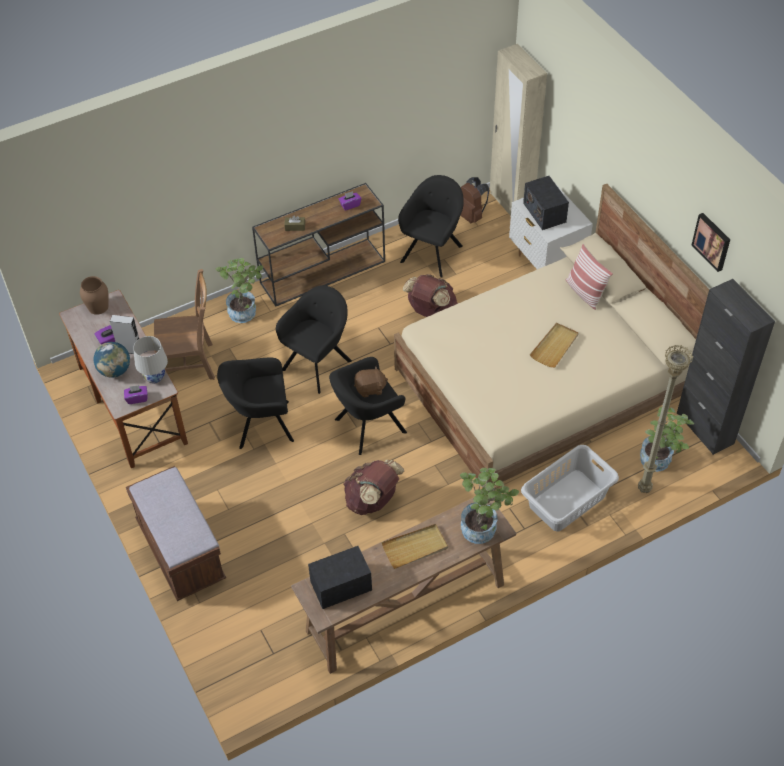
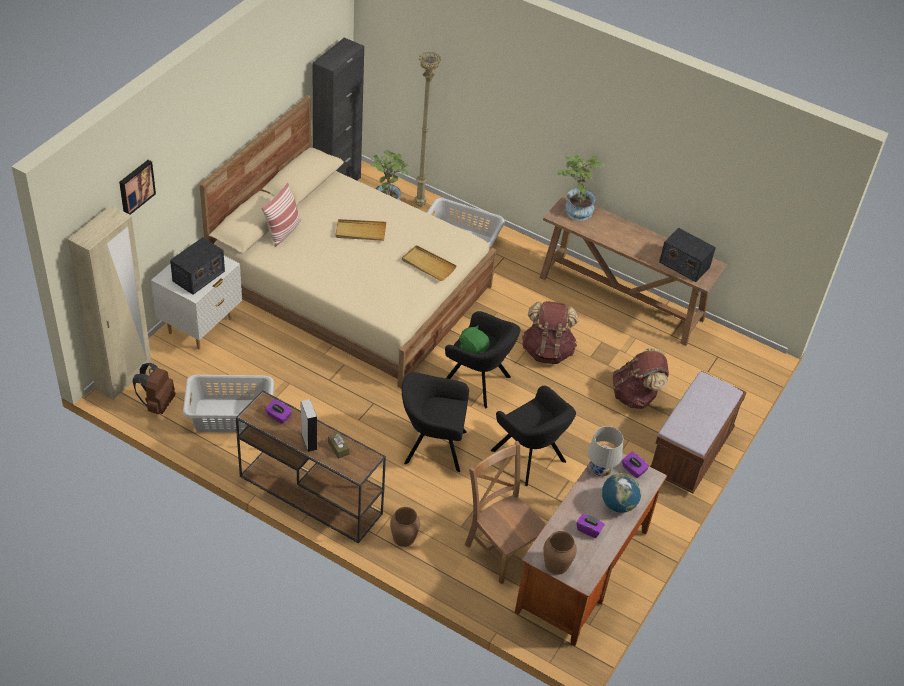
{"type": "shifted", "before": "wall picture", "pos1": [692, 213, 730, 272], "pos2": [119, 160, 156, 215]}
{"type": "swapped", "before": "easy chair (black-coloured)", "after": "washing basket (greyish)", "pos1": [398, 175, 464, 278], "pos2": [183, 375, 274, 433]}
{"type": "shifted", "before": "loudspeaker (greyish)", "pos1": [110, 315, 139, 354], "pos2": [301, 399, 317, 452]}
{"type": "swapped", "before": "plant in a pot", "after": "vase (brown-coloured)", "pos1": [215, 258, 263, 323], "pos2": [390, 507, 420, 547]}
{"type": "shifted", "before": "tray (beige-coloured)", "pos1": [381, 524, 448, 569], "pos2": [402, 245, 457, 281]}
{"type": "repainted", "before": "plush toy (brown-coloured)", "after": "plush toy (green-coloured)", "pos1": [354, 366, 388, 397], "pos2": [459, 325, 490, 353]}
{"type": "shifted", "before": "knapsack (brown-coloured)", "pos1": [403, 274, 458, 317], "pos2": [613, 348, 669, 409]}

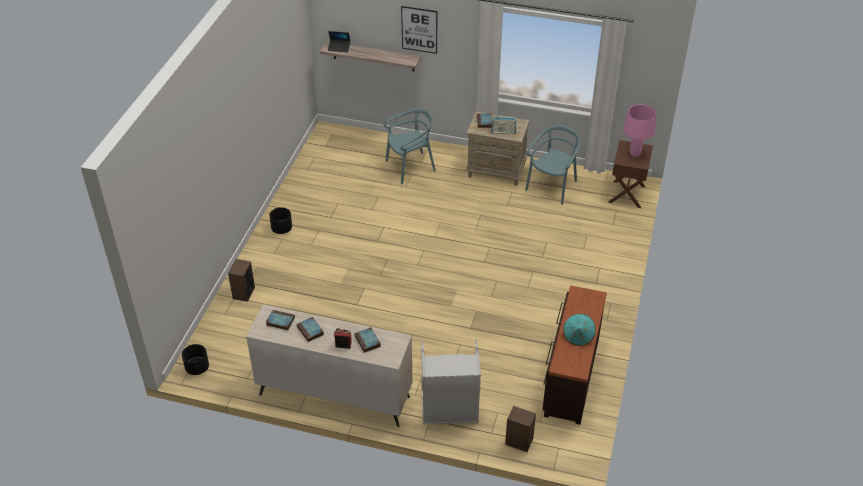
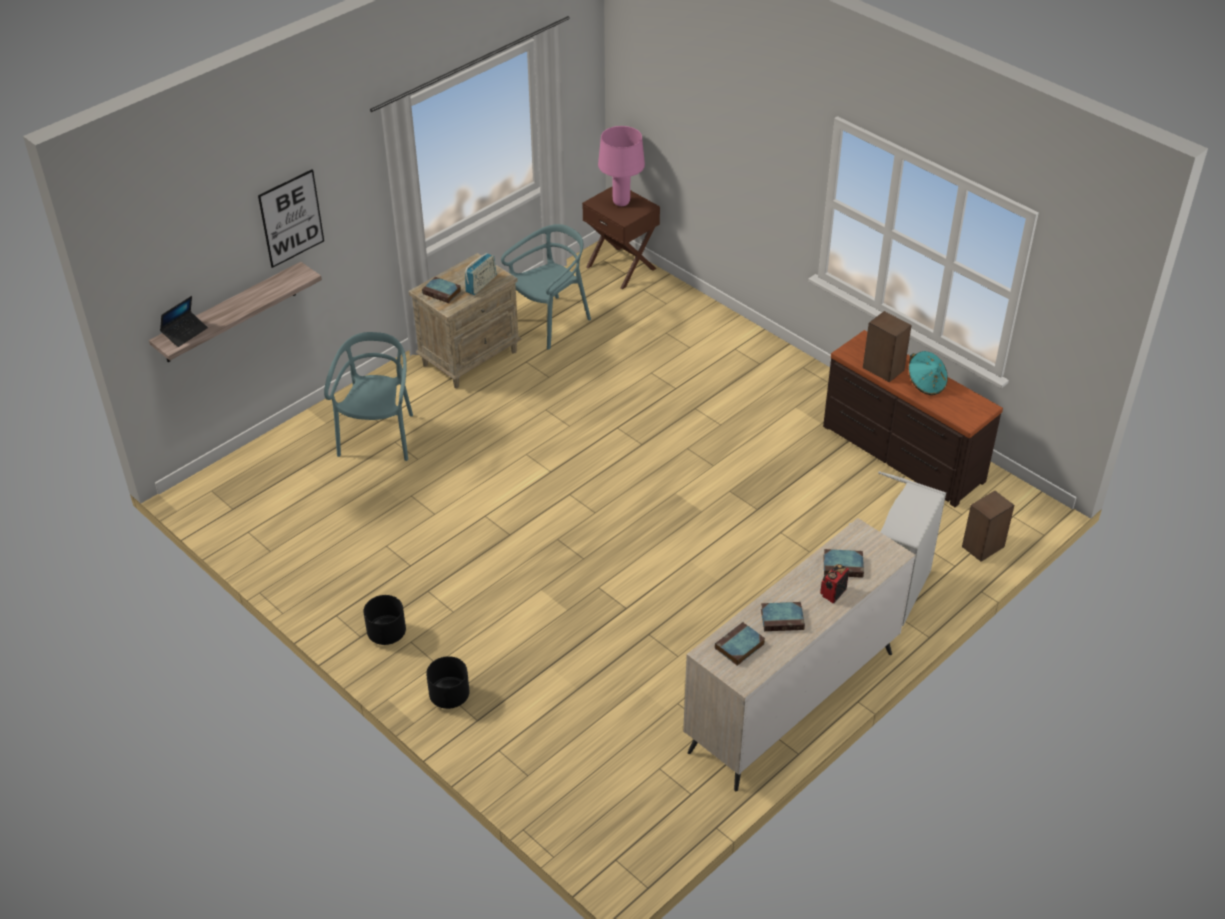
{"type": "shifted", "before": "flower pot (black-coloured)", "pos1": [182, 344, 209, 375], "pos2": [426, 656, 470, 709]}
{"type": "rotated", "before": "chair (blue-green)", "pos1": [525, 125, 580, 205], "pos2": [501, 224, 591, 349], "turn": 75}
{"type": "shifted", "before": "loudspeaker", "pos1": [228, 259, 255, 302], "pos2": [863, 311, 912, 382]}

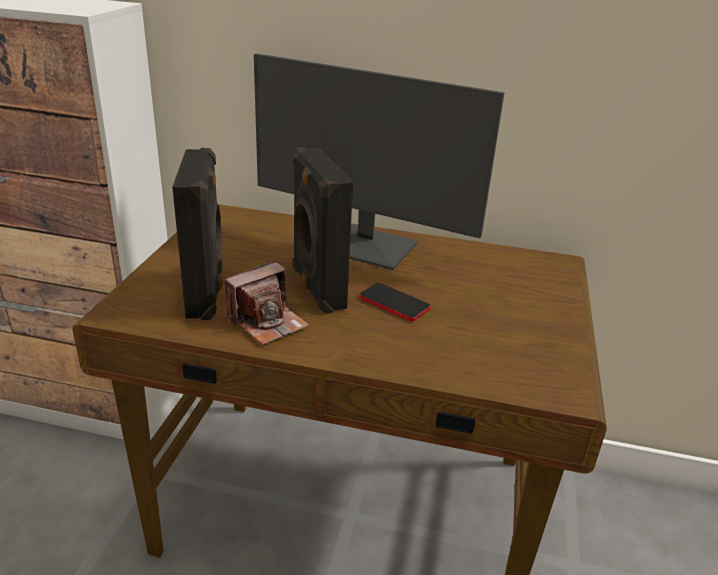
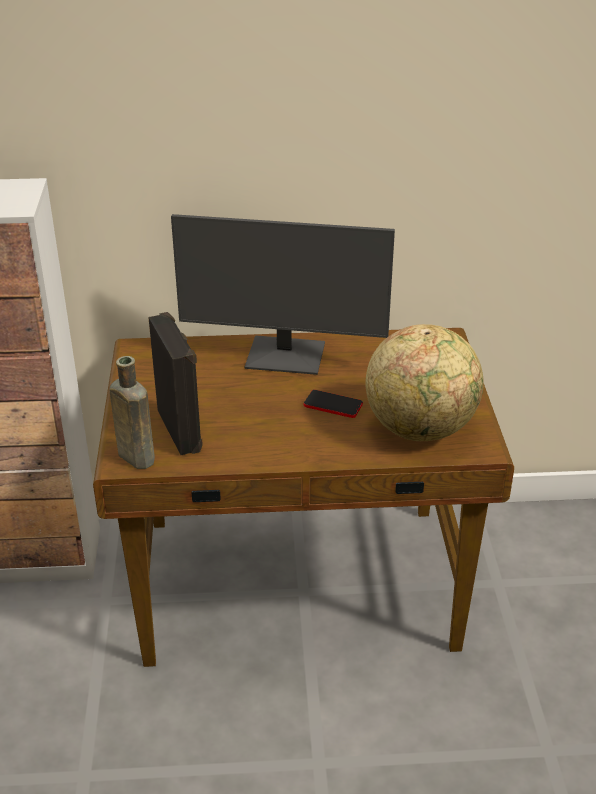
{"type": "new", "after": "drink bottle (brown-coloured)", "pos2": [109, 356, 155, 469]}
{"type": "new", "after": "desk globe", "pos2": [366, 324, 484, 441]}
{"type": "gone", "before": "still camera", "pos1": [224, 261, 309, 345]}
{"type": "gone", "before": "loudspeaker (black-coloured)", "pos1": [293, 147, 353, 314]}

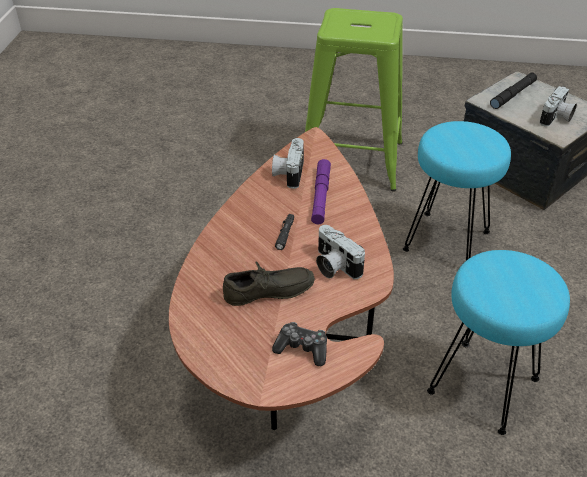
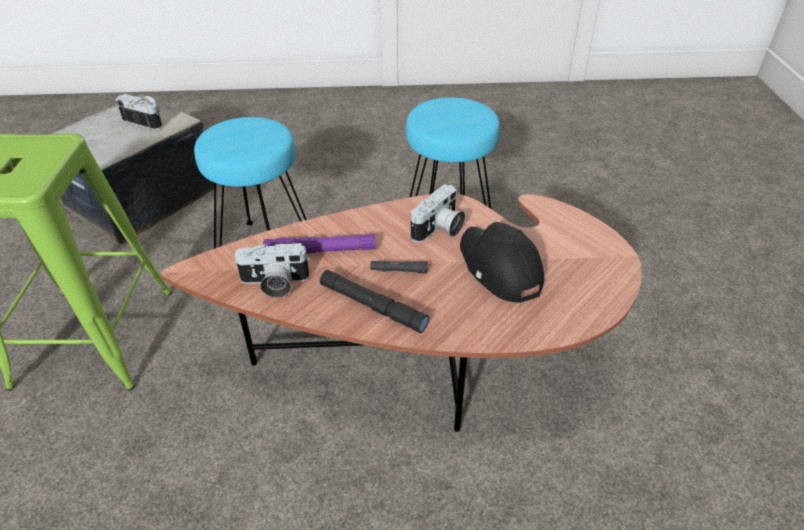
{"type": "shifted", "before": "flashlight (black-coloured)", "pos1": [490, 73, 537, 109], "pos2": [320, 270, 429, 333]}
{"type": "swapped", "before": "low shoe (greyish)", "after": "cap (black-coloured)", "pos1": [223, 261, 315, 306], "pos2": [460, 222, 544, 303]}
{"type": "gone", "before": "game controller", "pos1": [272, 322, 327, 366]}

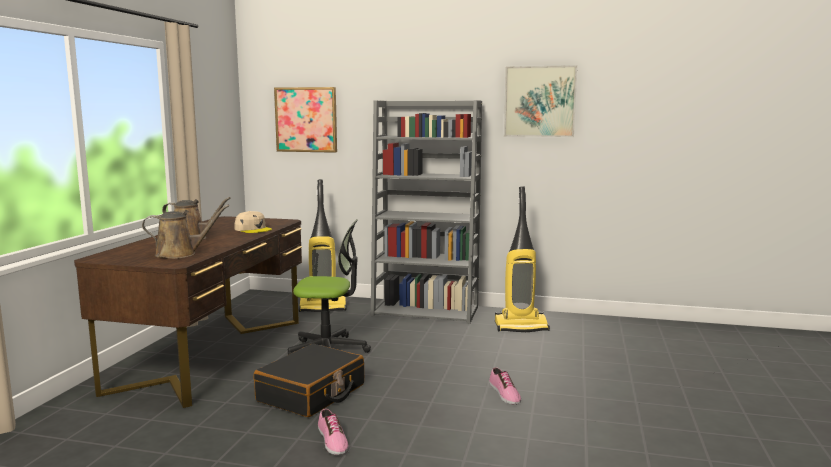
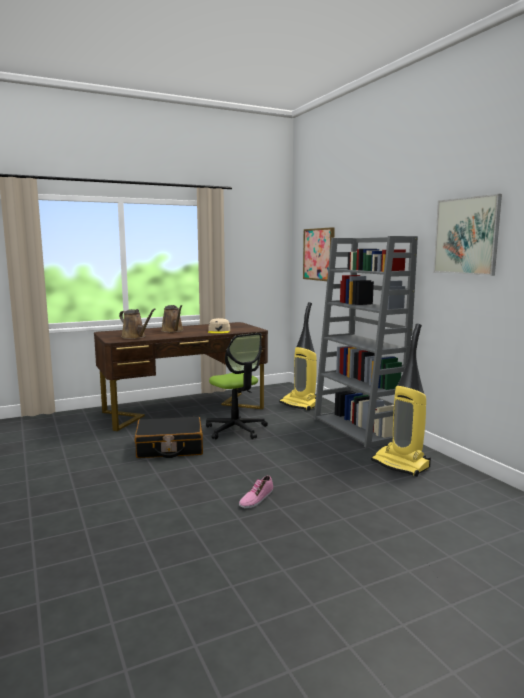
{"type": "gone", "before": "low shoe", "pos1": [318, 409, 349, 455]}

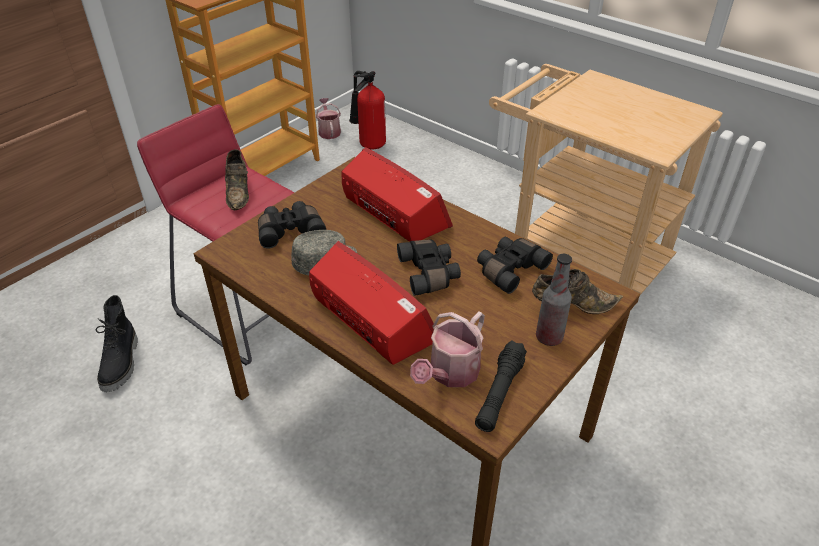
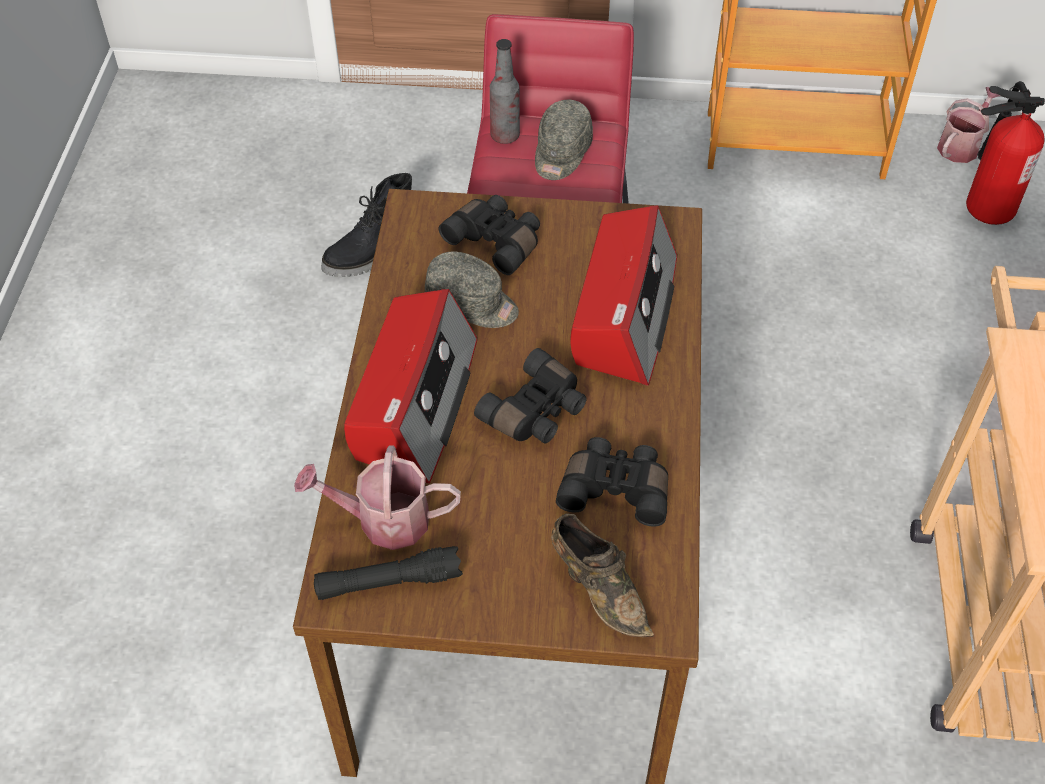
{"type": "shifted", "before": "drink bottle", "pos1": [536, 254, 572, 346], "pos2": [490, 39, 520, 144]}
{"type": "swapped", "before": "low shoe (brown-coloured)", "after": "cap (greyish)", "pos1": [225, 149, 249, 210], "pos2": [535, 100, 593, 180]}

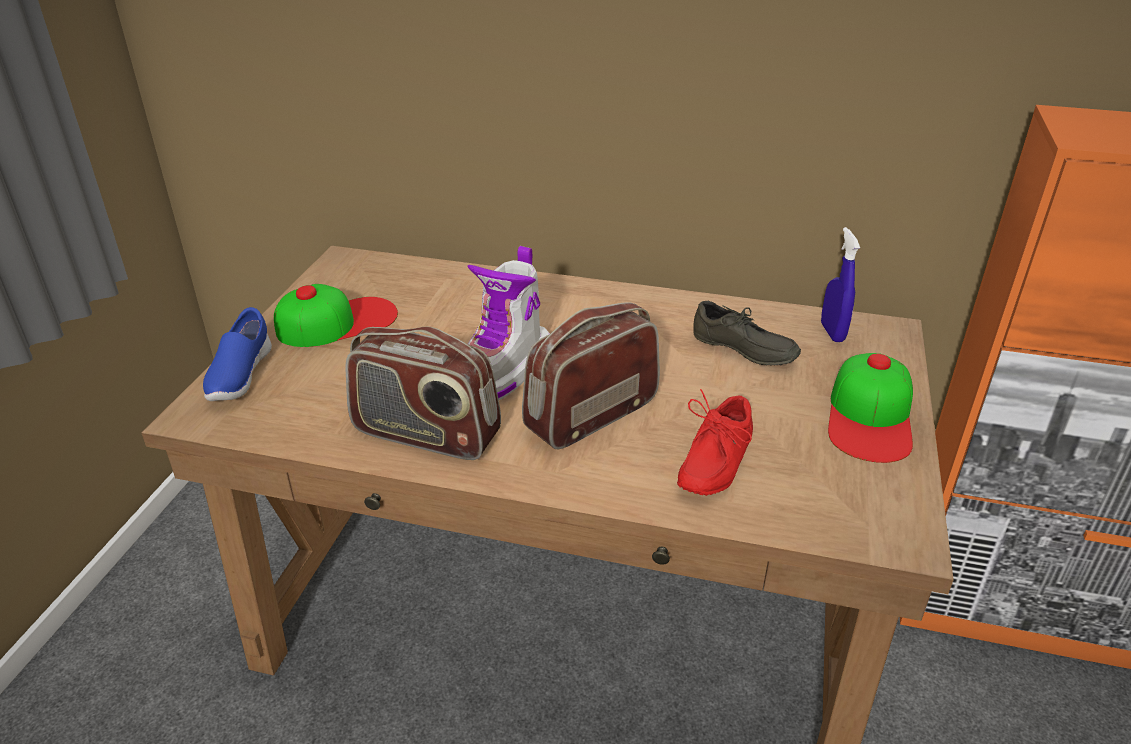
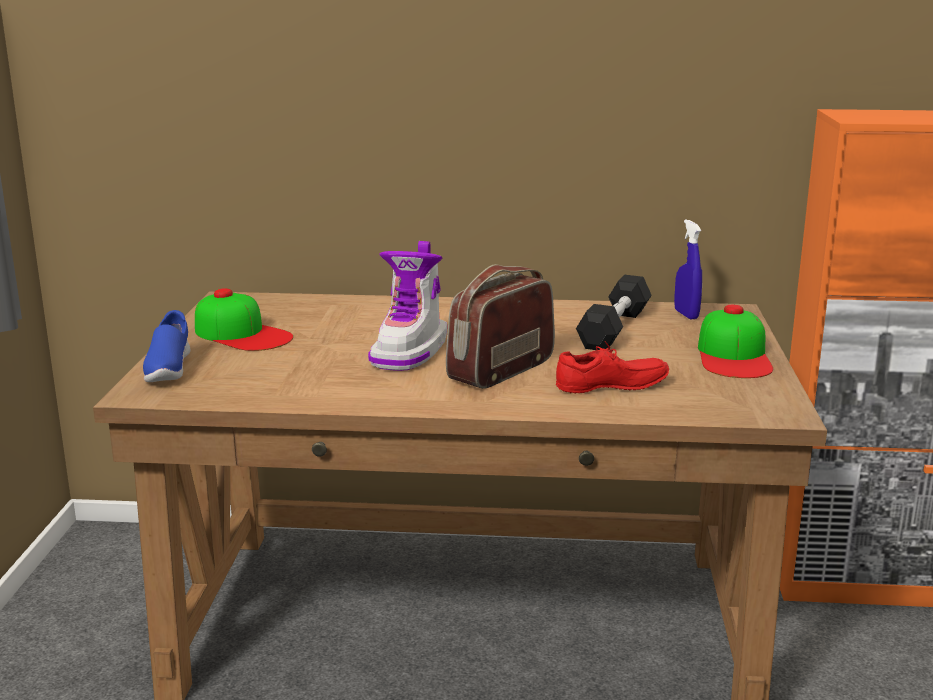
{"type": "rotated", "before": "cap", "pos1": [274, 284, 398, 347], "pos2": [195, 288, 293, 351], "turn": 75}
{"type": "rotated", "before": "low shoe (red-coloured)", "pos1": [677, 389, 753, 496], "pos2": [556, 341, 669, 393], "turn": -120}
{"type": "swapped", "before": "low shoe (greyish)", "after": "dumbbell (black-coloured)", "pos1": [693, 301, 801, 366], "pos2": [576, 275, 652, 350]}
{"type": "gone", "before": "radio", "pos1": [345, 326, 501, 460]}

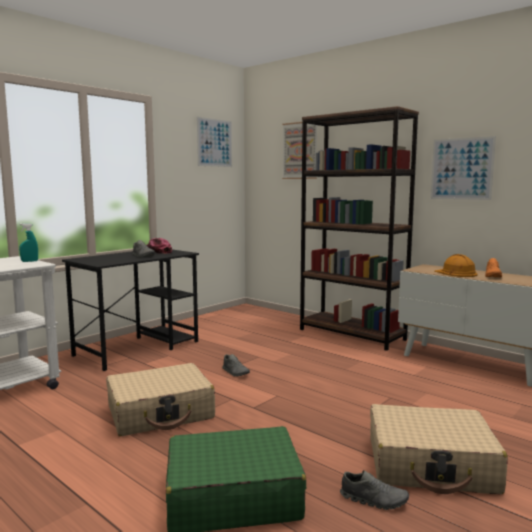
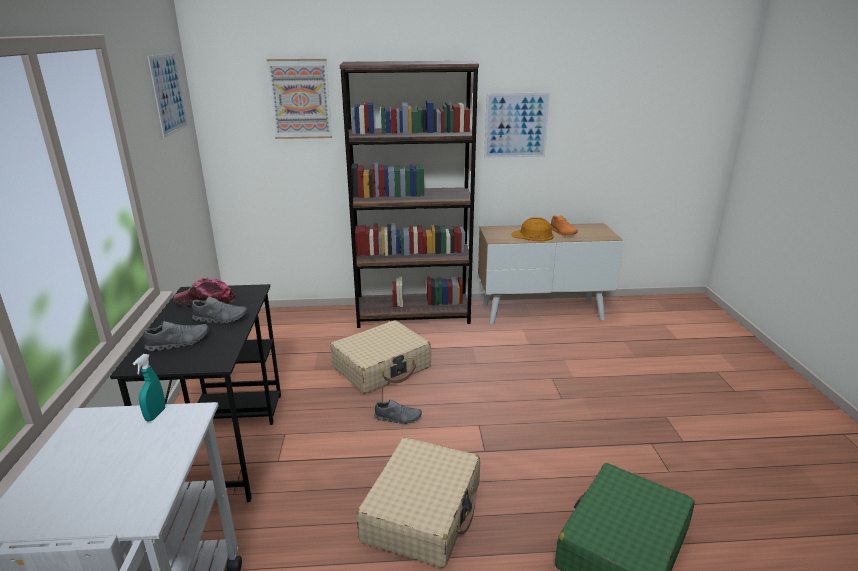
{"type": "shifted", "before": "low shoe (greyish)", "pos1": [340, 470, 409, 510], "pos2": [143, 321, 209, 351]}
{"type": "shifted", "before": "suitcase (beige-coloured)", "pos1": [370, 404, 508, 494], "pos2": [330, 320, 431, 394]}

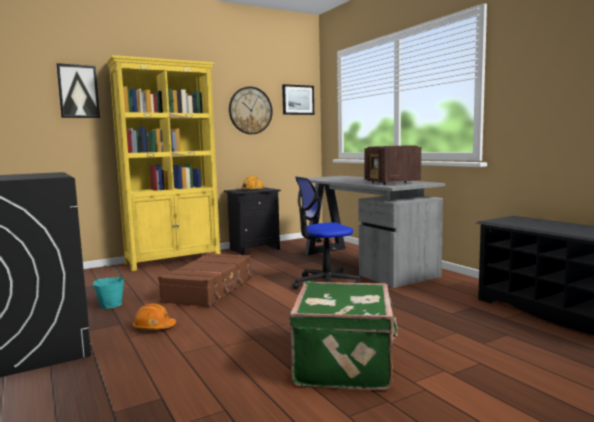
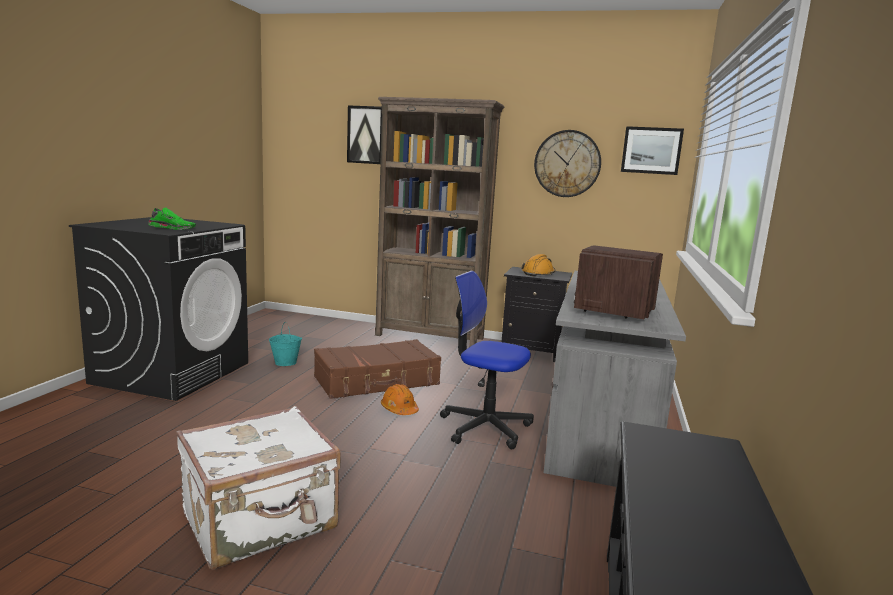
{"type": "new", "after": "low shoe (green-coloured)", "pos2": [148, 207, 196, 230]}
{"type": "repainted", "before": "suitcase (green-coloured)", "after": "suitcase (white)", "pos1": [289, 281, 398, 391], "pos2": [176, 406, 341, 569]}
{"type": "repainted", "before": "bookcase (yellow-coloured)", "after": "bookcase (brown-coloured)", "pos1": [106, 55, 221, 271], "pos2": [375, 97, 504, 347]}
{"type": "shifted", "before": "hard hat (orangey)", "pos1": [132, 303, 176, 329], "pos2": [381, 384, 419, 415]}

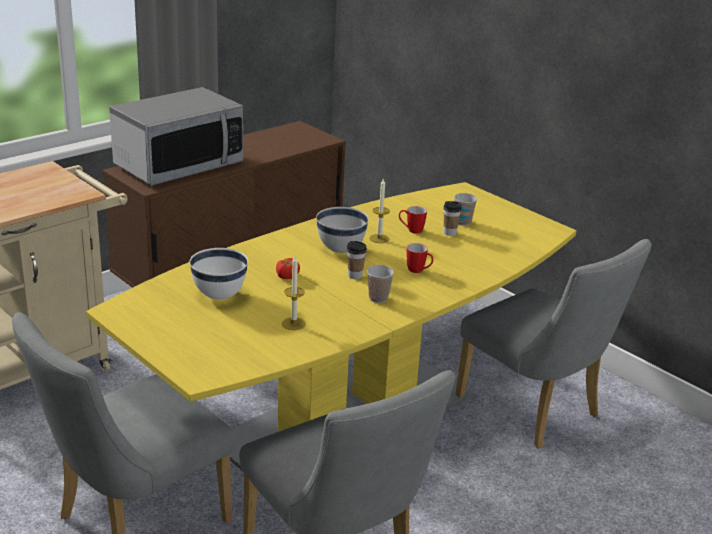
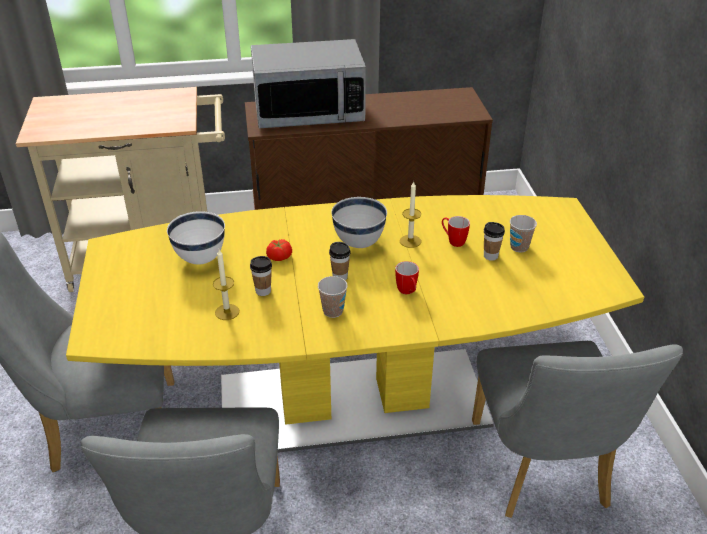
{"type": "new", "after": "drinking cup", "pos2": [250, 256, 272, 296]}

